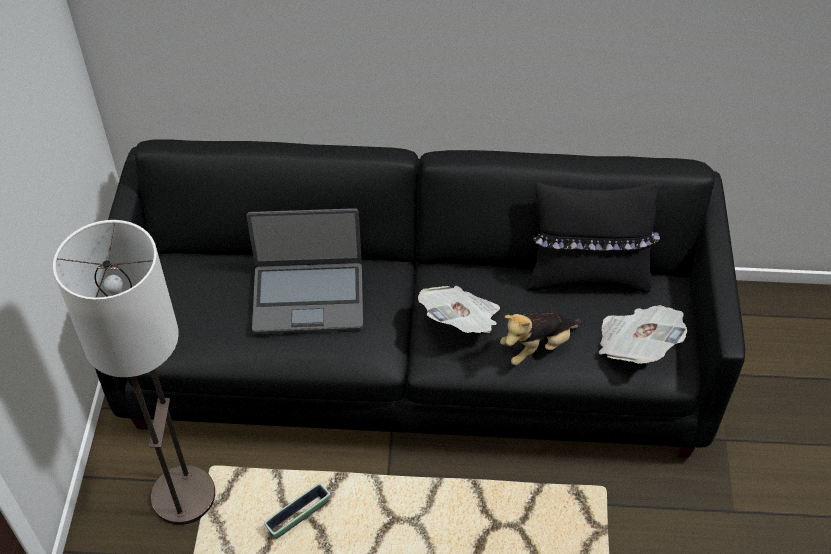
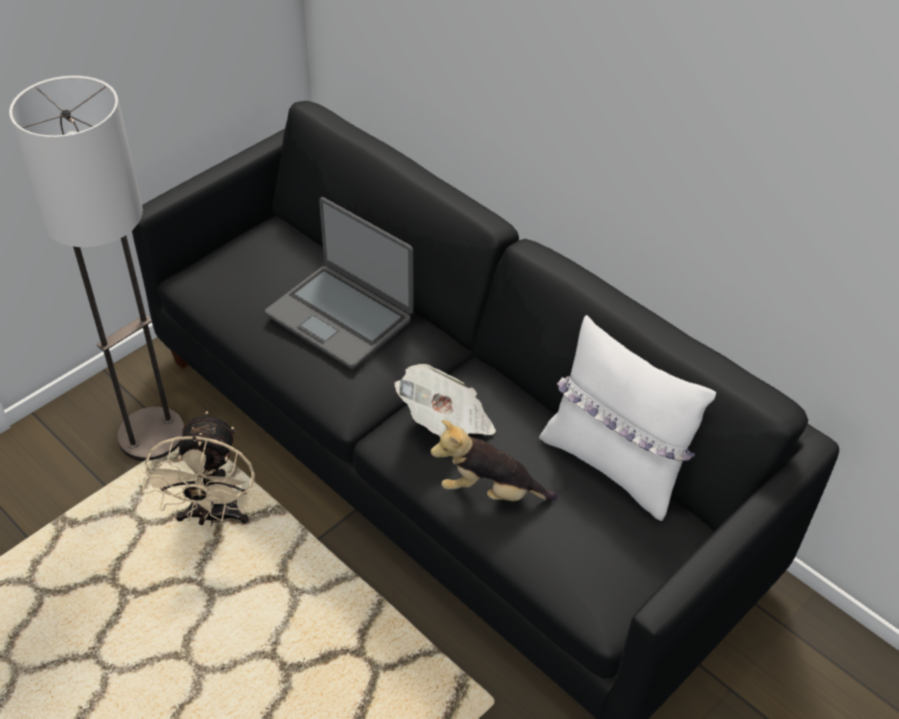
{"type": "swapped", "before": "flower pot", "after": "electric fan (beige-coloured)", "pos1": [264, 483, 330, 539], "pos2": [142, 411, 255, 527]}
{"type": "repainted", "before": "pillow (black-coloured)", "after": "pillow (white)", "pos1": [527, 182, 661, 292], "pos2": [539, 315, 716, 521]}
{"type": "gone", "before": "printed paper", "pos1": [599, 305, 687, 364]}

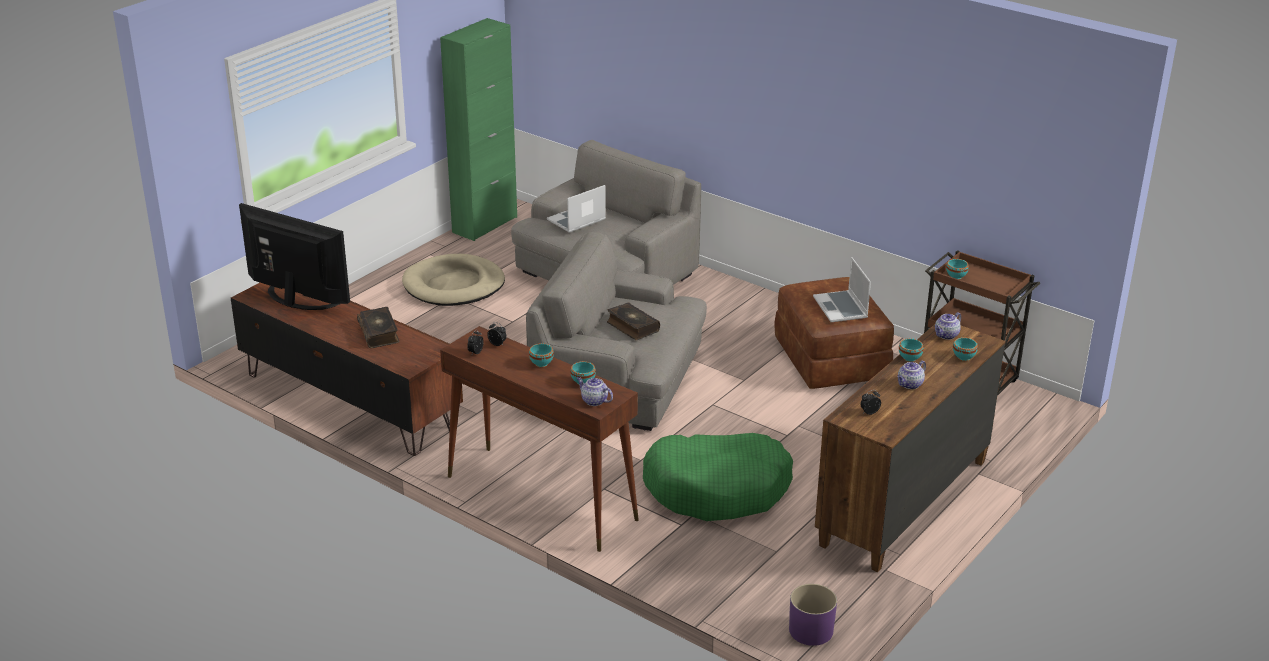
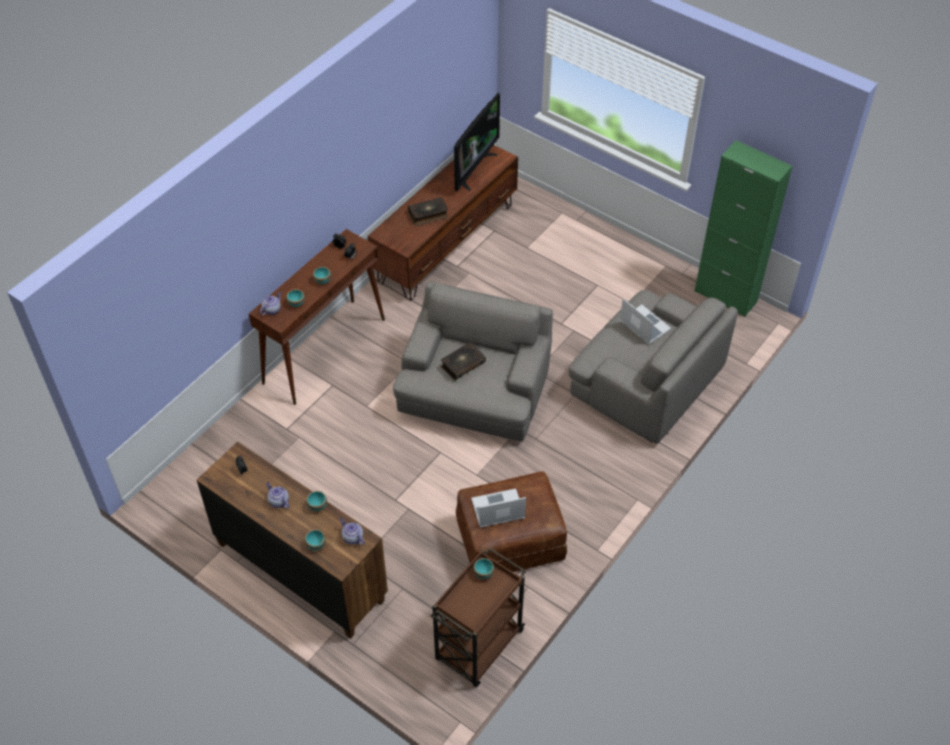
{"type": "gone", "before": "dog cushion (beige-coloured)", "pos1": [402, 254, 505, 306]}
{"type": "gone", "before": "dog cushion (green-coloured)", "pos1": [643, 433, 793, 521]}
{"type": "gone", "before": "flower pot (purple)", "pos1": [789, 584, 837, 646]}

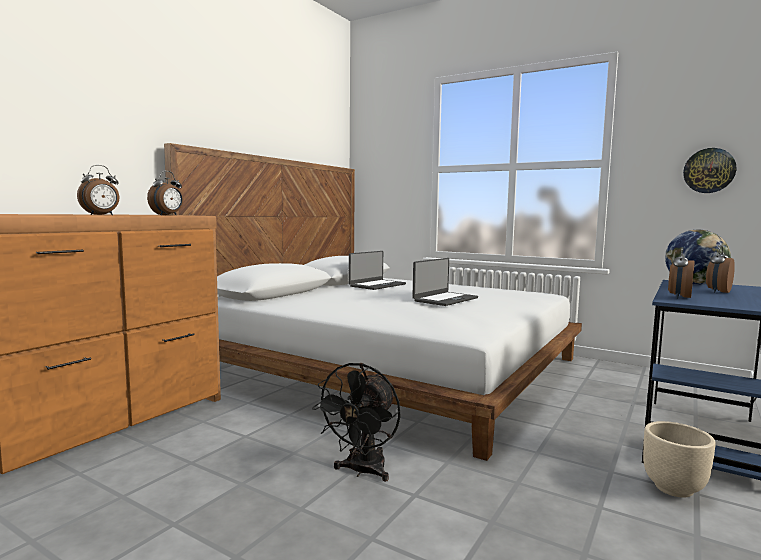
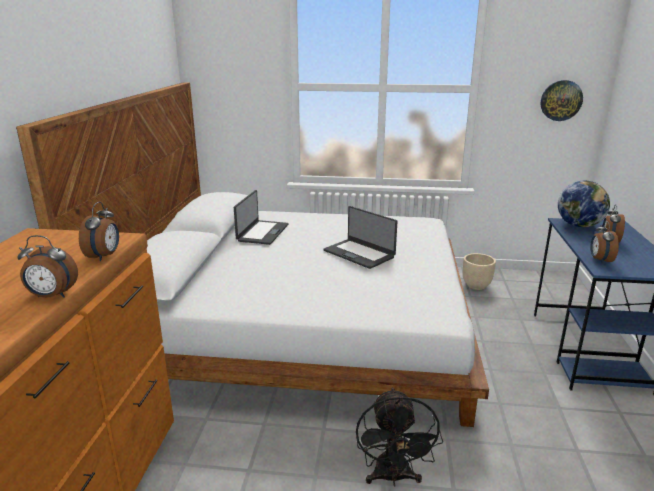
{"type": "rotated", "before": "alarm clock", "pos1": [77, 165, 120, 215], "pos2": [17, 235, 78, 298], "turn": 75}
{"type": "rotated", "before": "portable computer", "pos1": [412, 258, 478, 306], "pos2": [324, 206, 397, 269], "turn": 120}
{"type": "shifted", "before": "flower pot (beige-coloured)", "pos1": [643, 421, 716, 498], "pos2": [463, 253, 496, 290]}

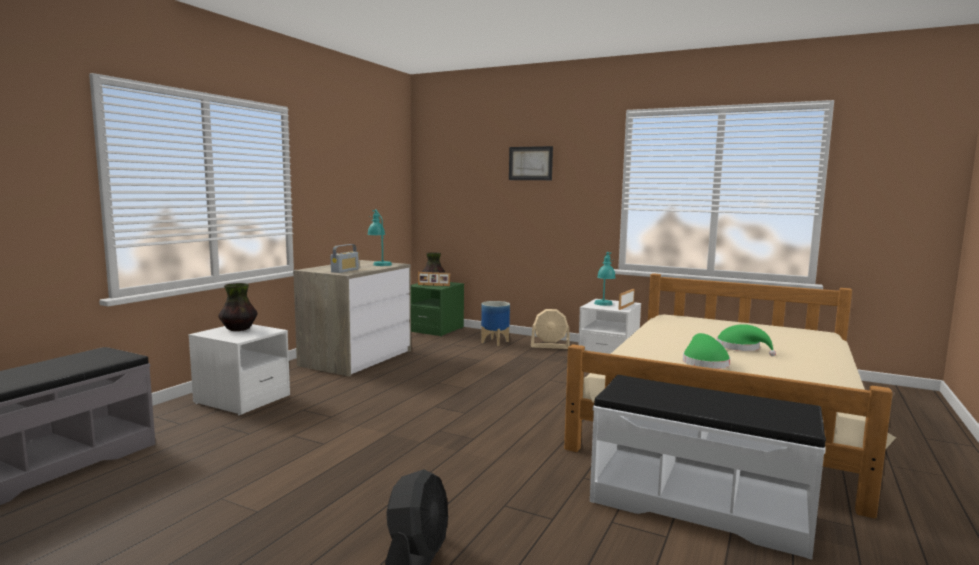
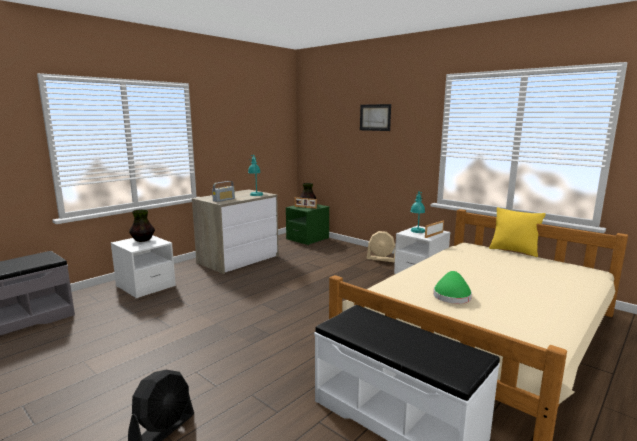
{"type": "new", "after": "pillow (yellow-coloured)", "pos2": [489, 207, 546, 257]}
{"type": "gone", "before": "flower pot", "pos1": [481, 301, 510, 346]}
{"type": "gone", "before": "hat (green-coloured)", "pos1": [717, 324, 776, 356]}

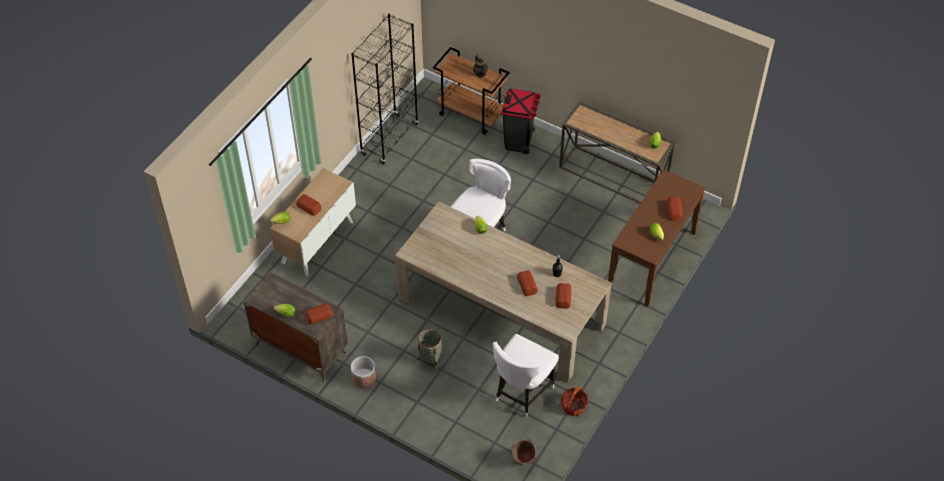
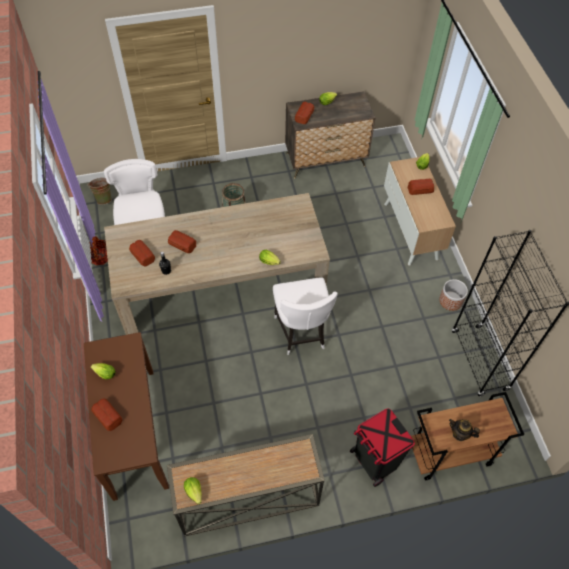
{"type": "shifted", "before": "flower pot", "pos1": [351, 356, 376, 388], "pos2": [439, 279, 468, 311]}

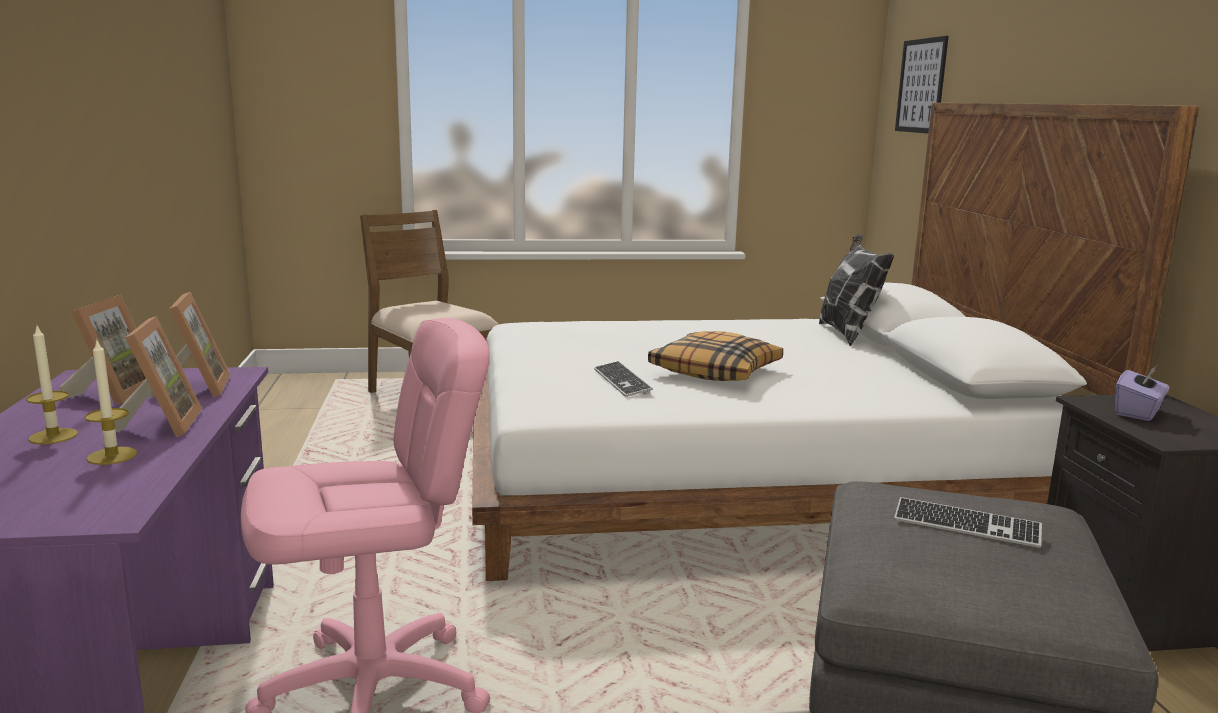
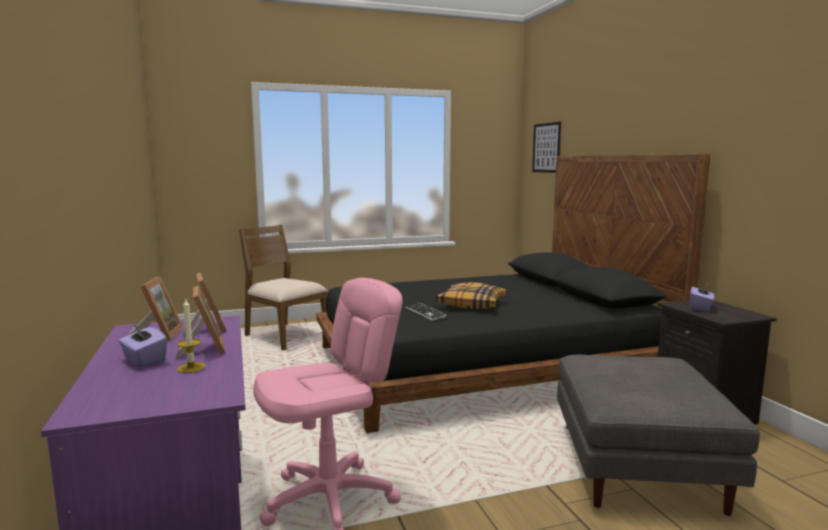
{"type": "swapped", "before": "wax light", "after": "tissue holder (purple)", "pos1": [26, 326, 78, 444], "pos2": [119, 322, 167, 368]}
{"type": "repainted", "before": "bedroom bed (white)", "after": "bedroom bed (black-coloured)", "pos1": [472, 103, 1199, 581], "pos2": [316, 154, 710, 433]}
{"type": "gone", "before": "pillow", "pos1": [819, 234, 894, 346]}
{"type": "gone", "before": "PC keyboard", "pos1": [894, 497, 1042, 548]}

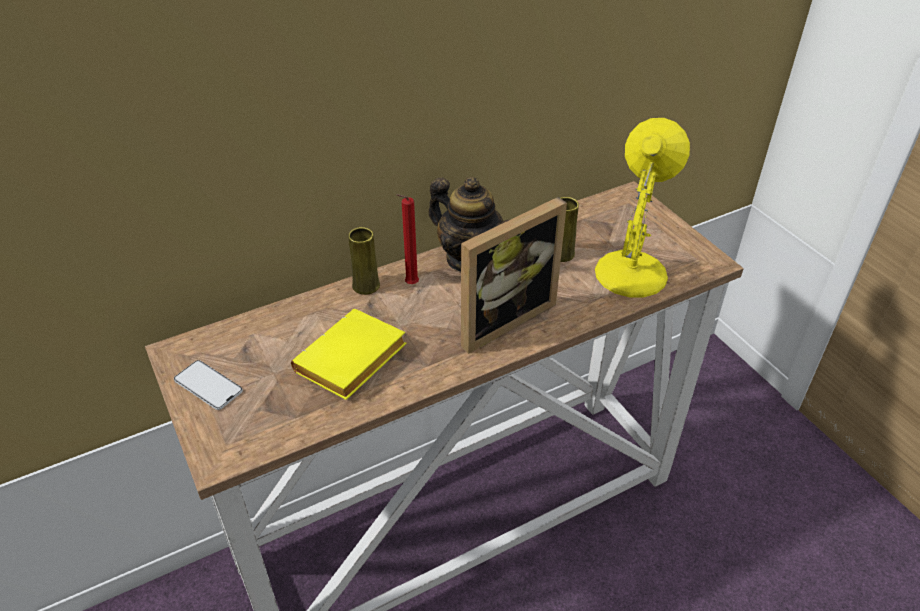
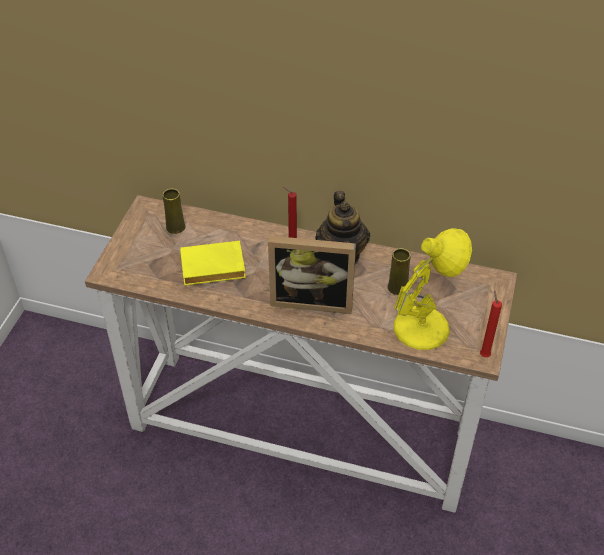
{"type": "shifted", "before": "vase (yellow-coloured)", "pos1": [349, 227, 380, 295], "pos2": [163, 189, 185, 234]}
{"type": "new", "after": "wax light (red-coloured)", "pos2": [480, 290, 502, 357]}
{"type": "gone", "before": "phone", "pos1": [174, 360, 243, 410]}

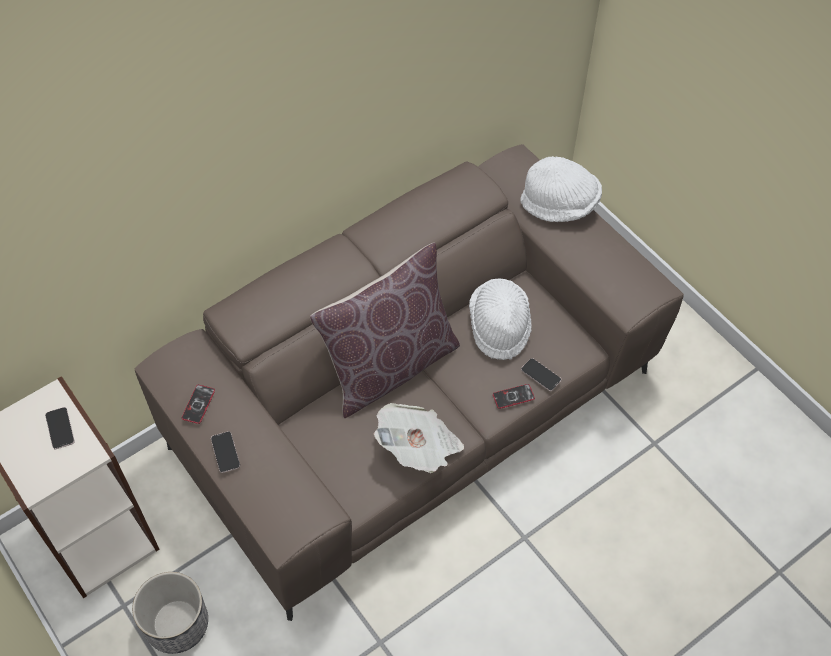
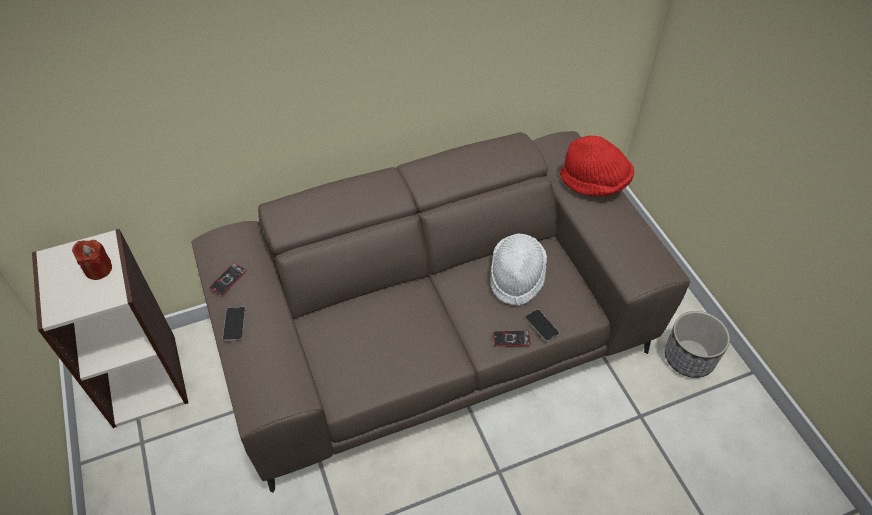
{"type": "swapped", "before": "phone", "after": "wax light (red-coloured)", "pos1": [45, 407, 75, 449], "pos2": [72, 240, 112, 280]}
{"type": "repainted", "before": "hat (white)", "after": "hat (red-coloured)", "pos1": [520, 156, 602, 222], "pos2": [560, 136, 634, 196]}
{"type": "shifted", "before": "flower pot", "pos1": [132, 572, 208, 654], "pos2": [665, 311, 730, 378]}
{"type": "gone", "before": "pillow (brown-coloured)", "pos1": [310, 243, 460, 418]}
{"type": "gone", "before": "printed paper", "pos1": [374, 403, 464, 473]}

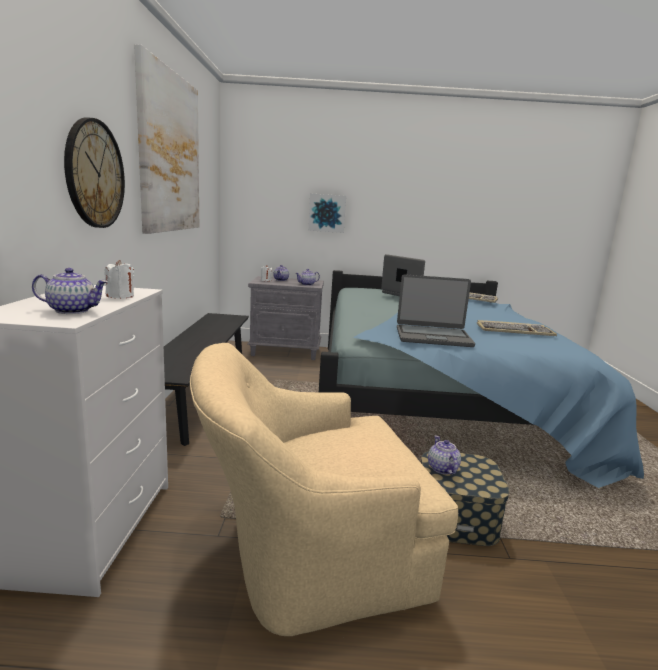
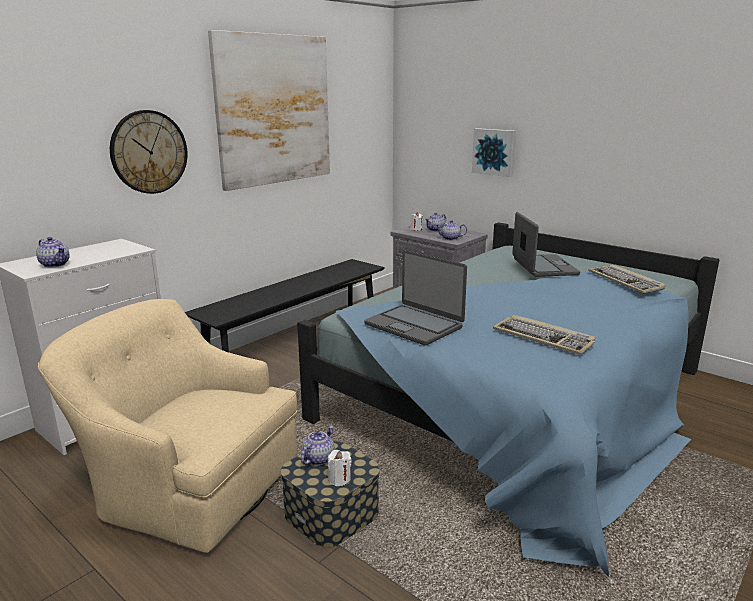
{"type": "shifted", "before": "wax light (white)", "pos1": [105, 260, 134, 299], "pos2": [328, 450, 351, 486]}

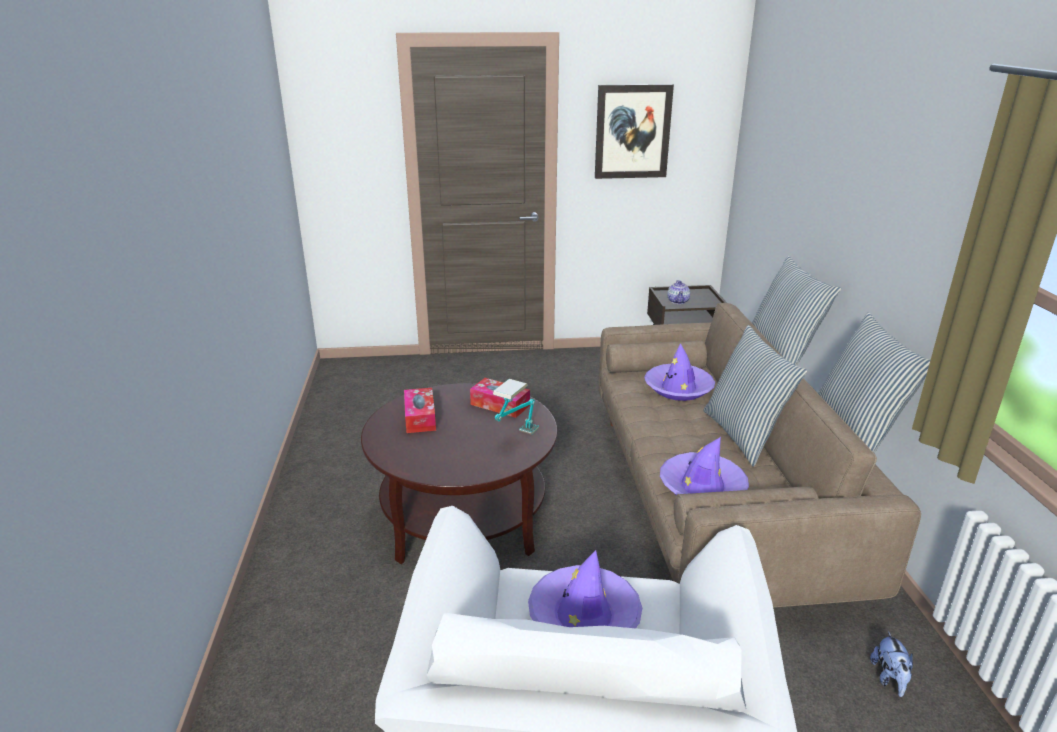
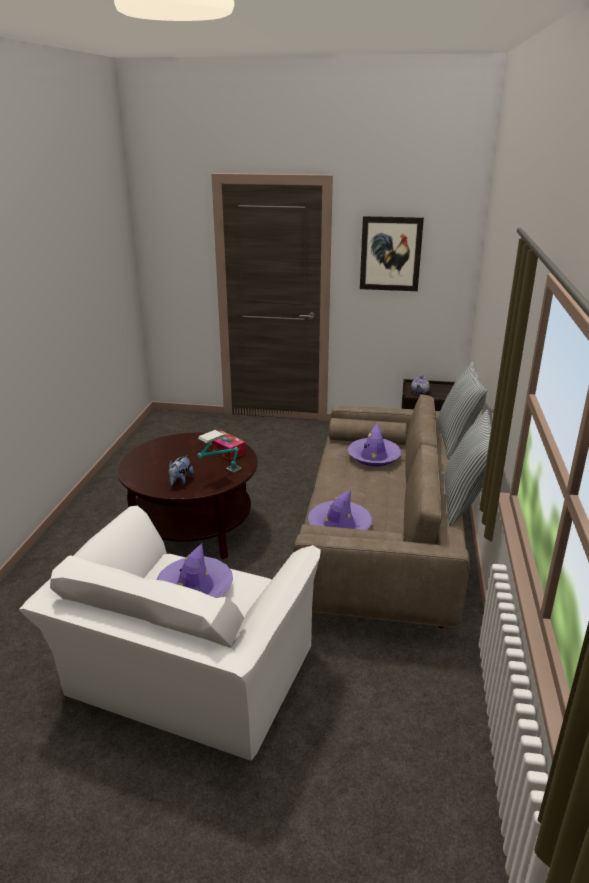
{"type": "shifted", "before": "plush toy", "pos1": [870, 631, 913, 697], "pos2": [168, 455, 194, 486]}
{"type": "gone", "before": "tissue holder", "pos1": [404, 388, 436, 433]}
{"type": "gone", "before": "pillow", "pos1": [703, 325, 807, 467]}

